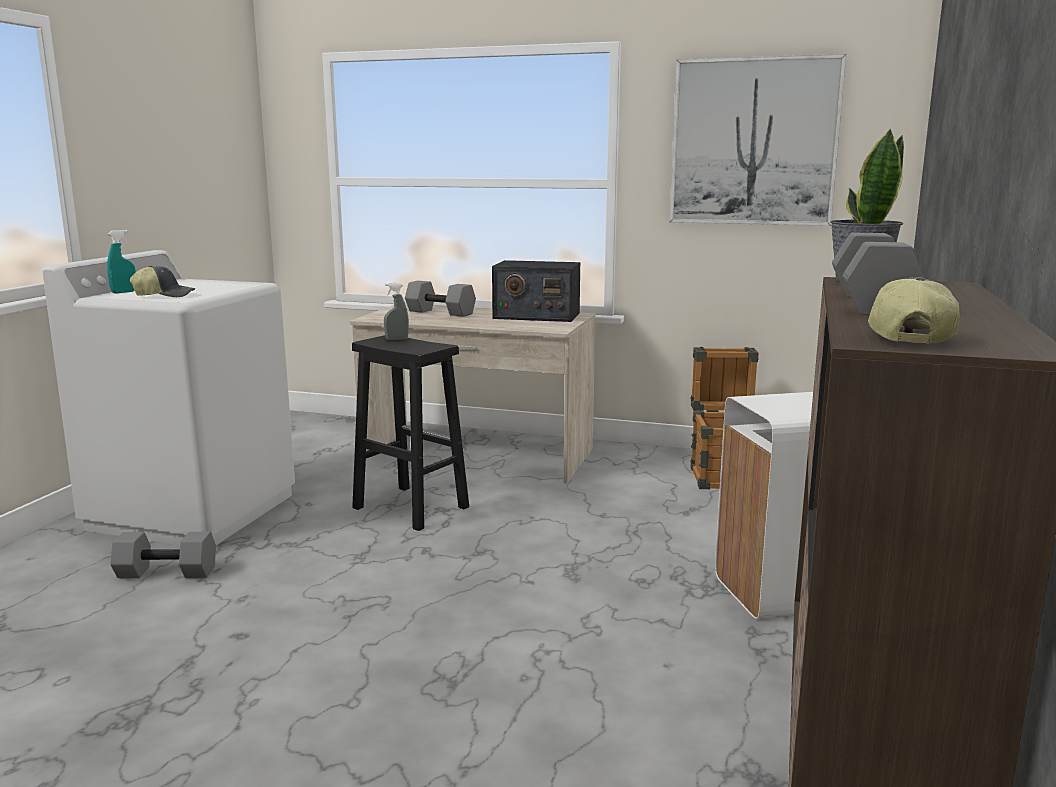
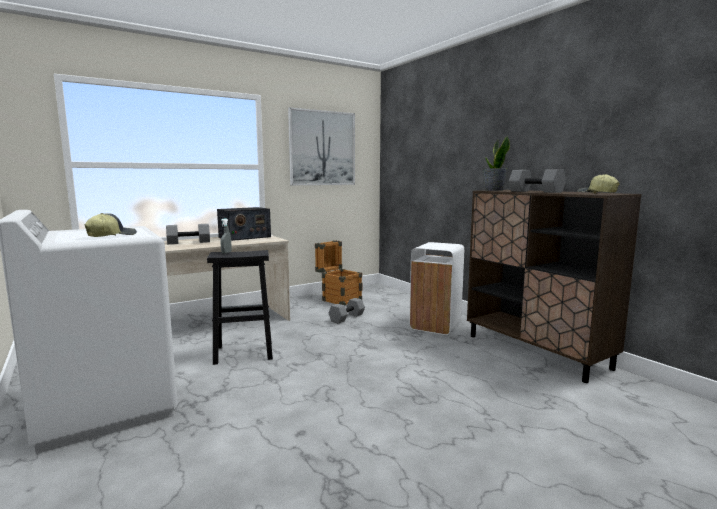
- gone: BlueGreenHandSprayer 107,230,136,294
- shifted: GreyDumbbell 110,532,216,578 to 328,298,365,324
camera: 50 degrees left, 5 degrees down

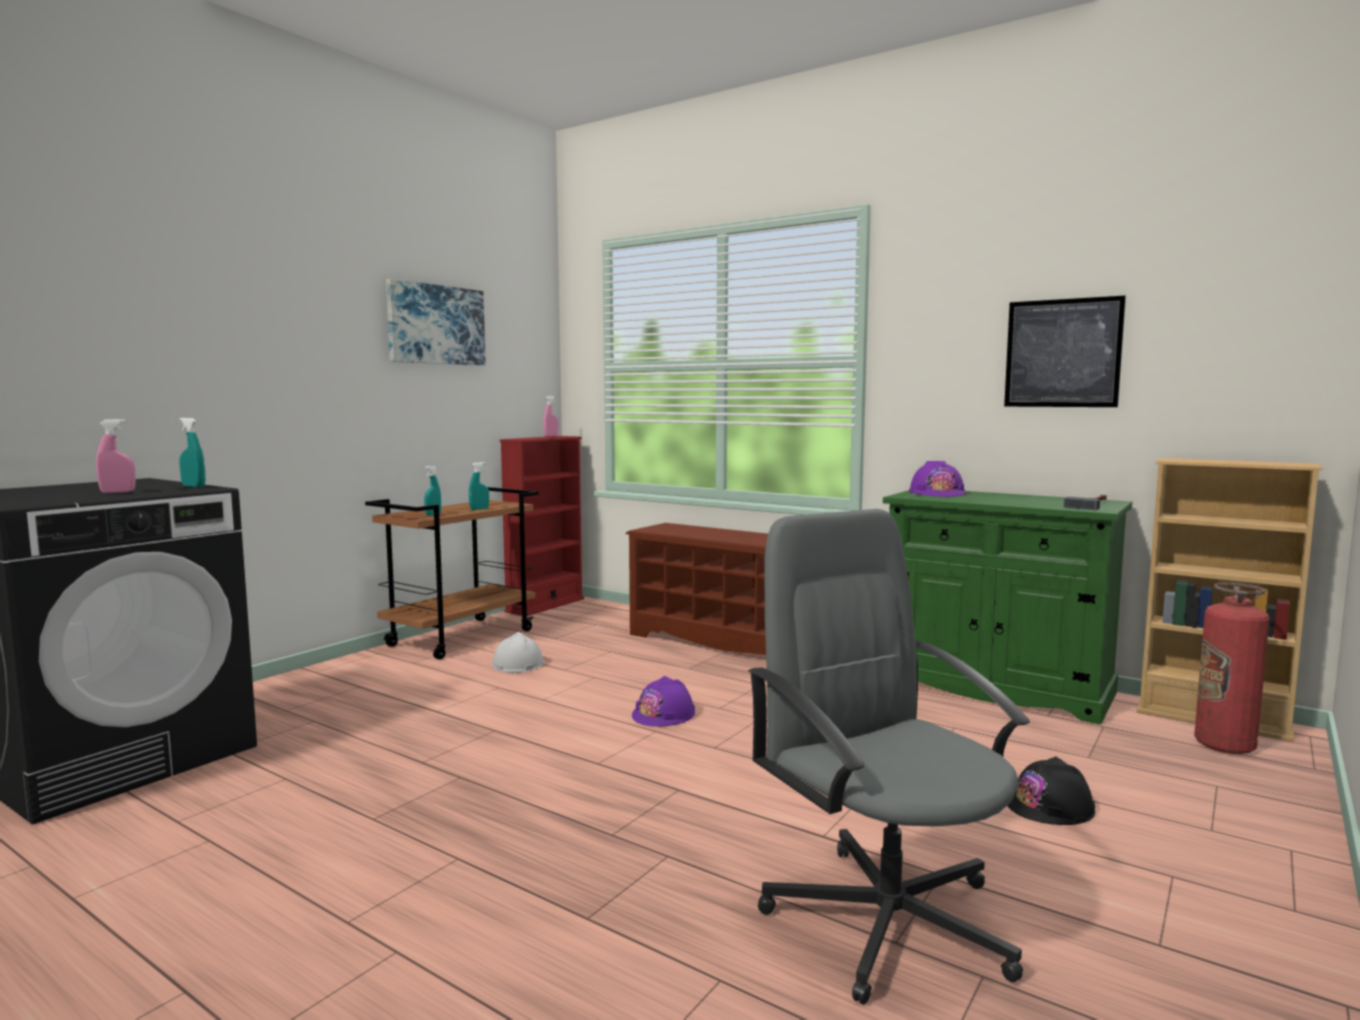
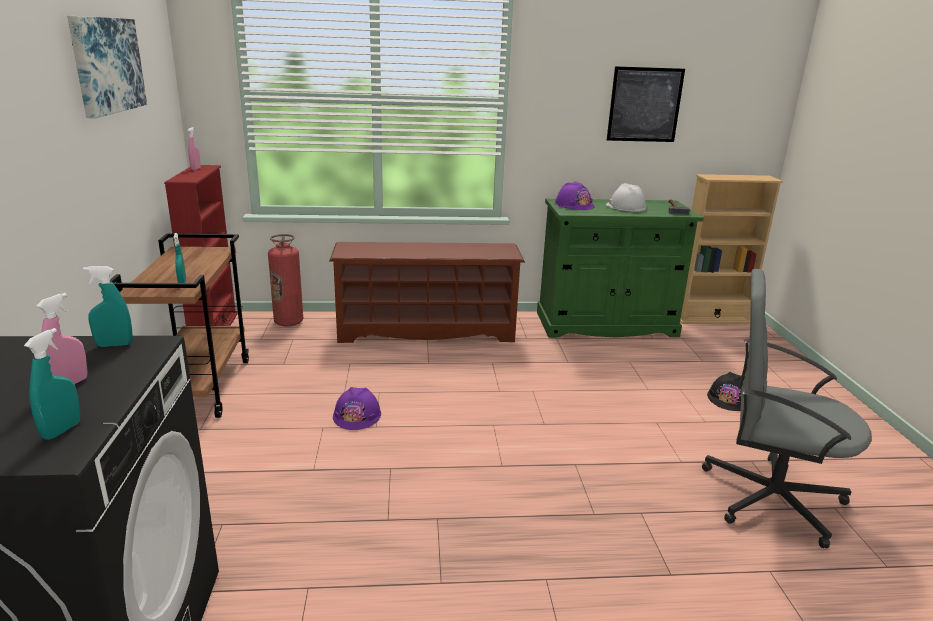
- shifted: BlueGreenHandSprayer 469,462,489,510 to 24,328,81,440
- shifted: WhiteColouredHardHat 492,632,545,673 to 606,183,647,212
- shifted: PurpleHardHat 632,676,695,727 to 333,387,381,430
- shifted: FireFightingCylinder 1194,582,1270,754 to 268,234,303,327
camera: 40 degrees left, 15 degrees up

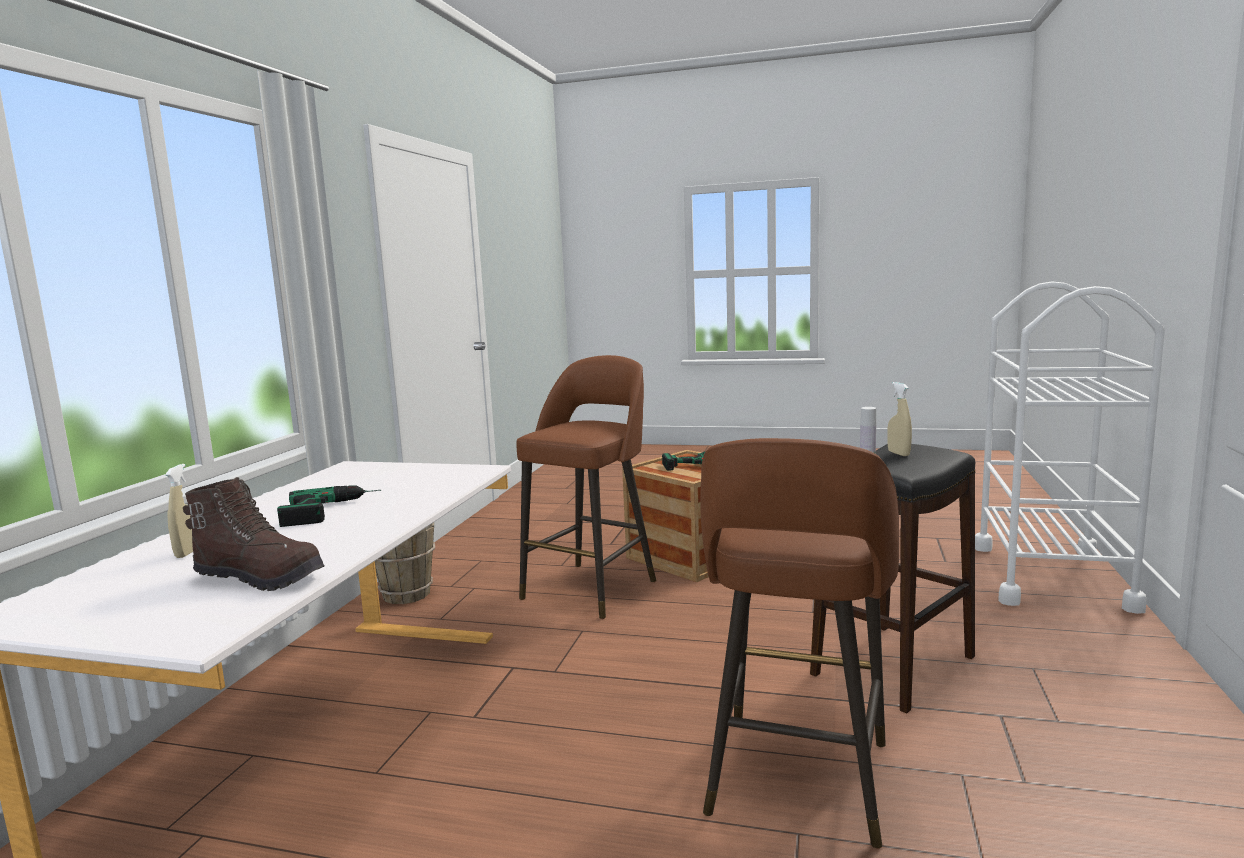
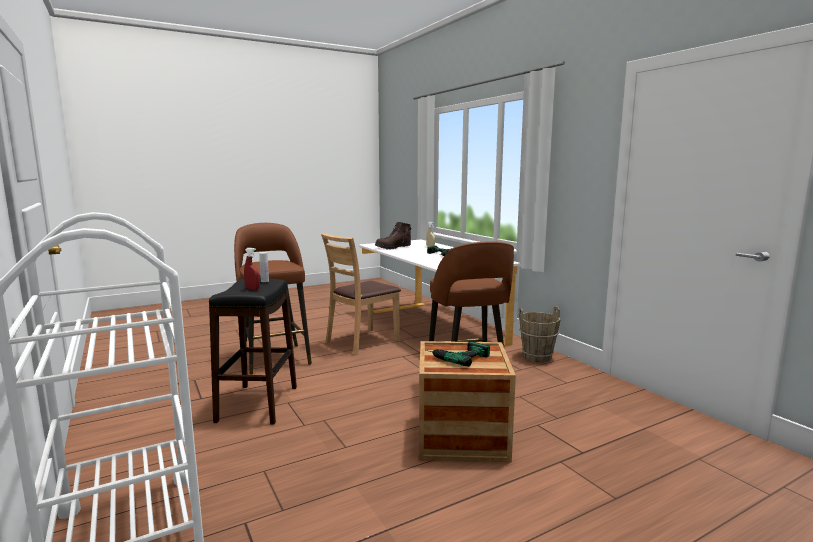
- repainted: BeigeColouredHandSprayer 887,382,912,456 to RedHandSprayer 244,248,260,290
- new: BrownishUprightChair 321,233,401,355
camera: 135 degrees right, 0 degrees up

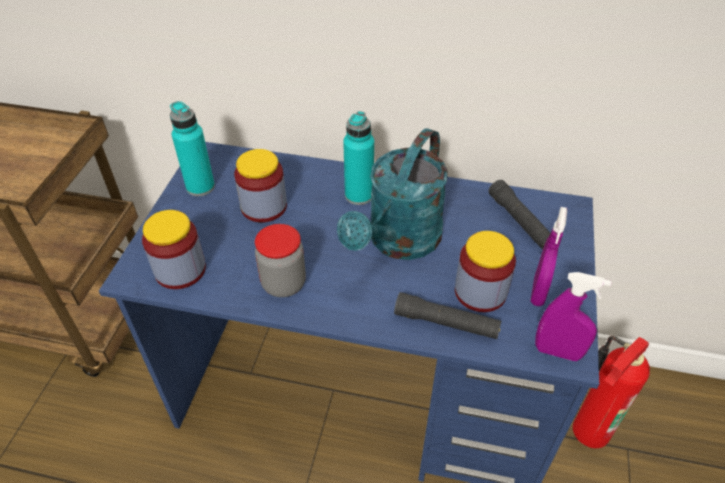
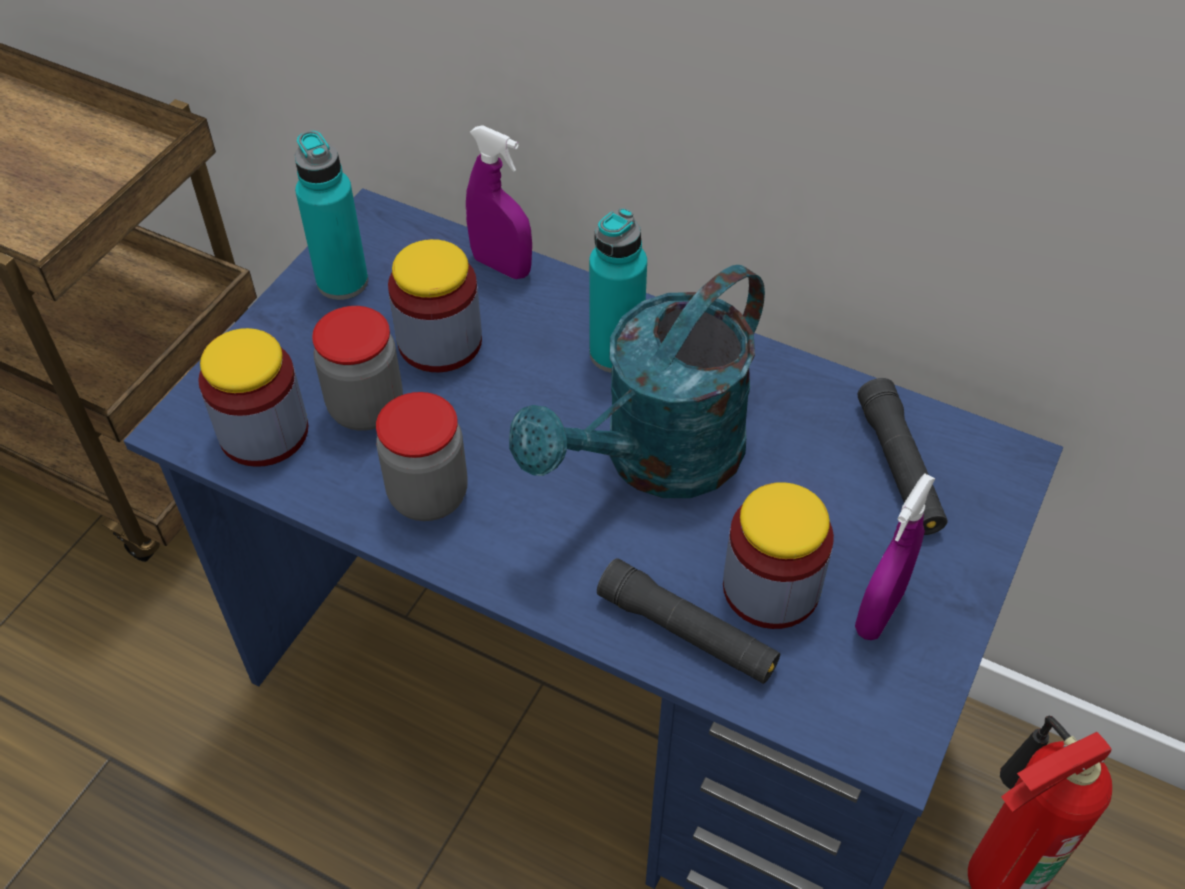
- shifted: PurpleHandSprayer 535,272,612,361 to 466,125,532,279
- new: StorageJar 312,306,403,430
camera: 15 degrees right, 5 degrees up

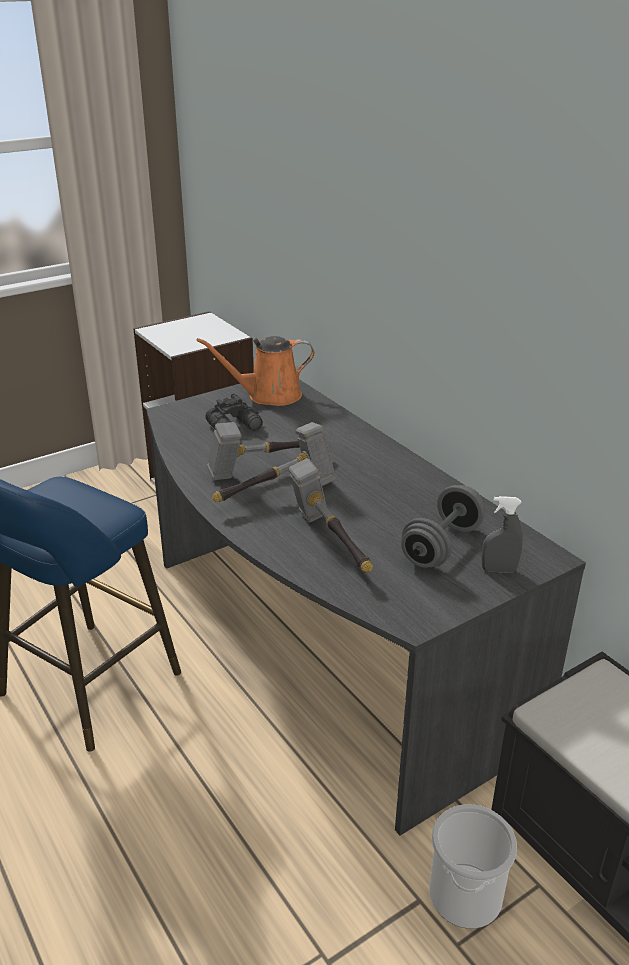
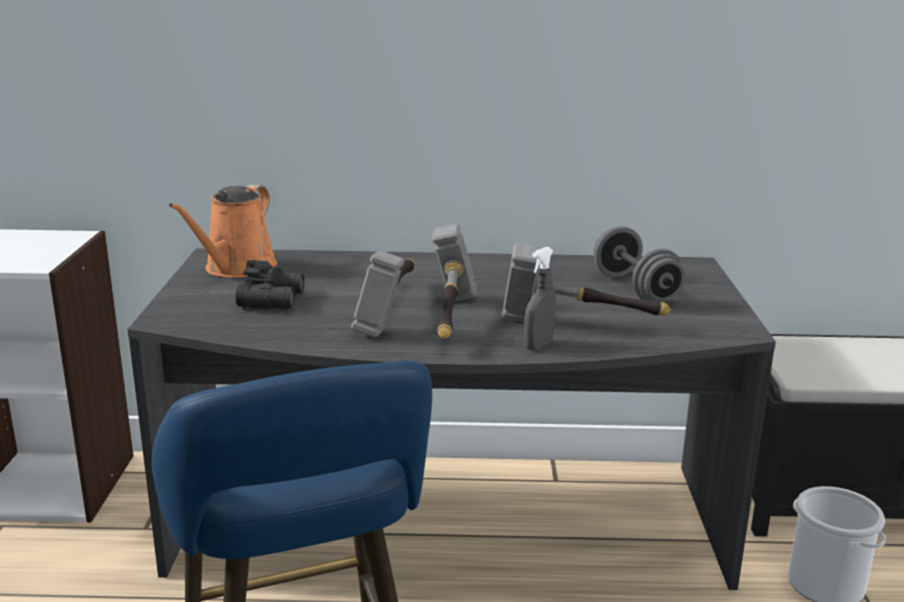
- shifted: GreyHandSprayer 482,496,523,573 to 524,247,556,350
camera: 55 degrees left, 10 degrees down

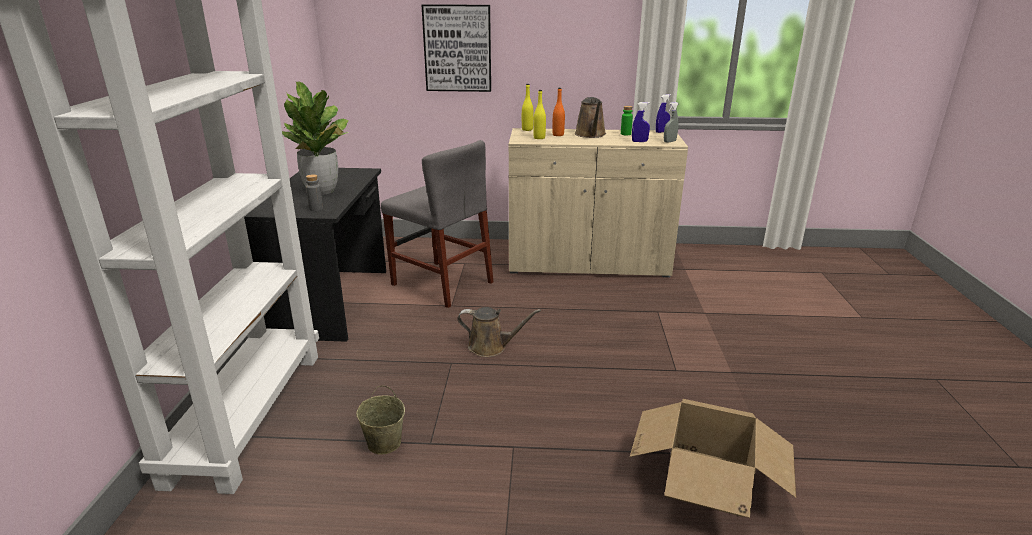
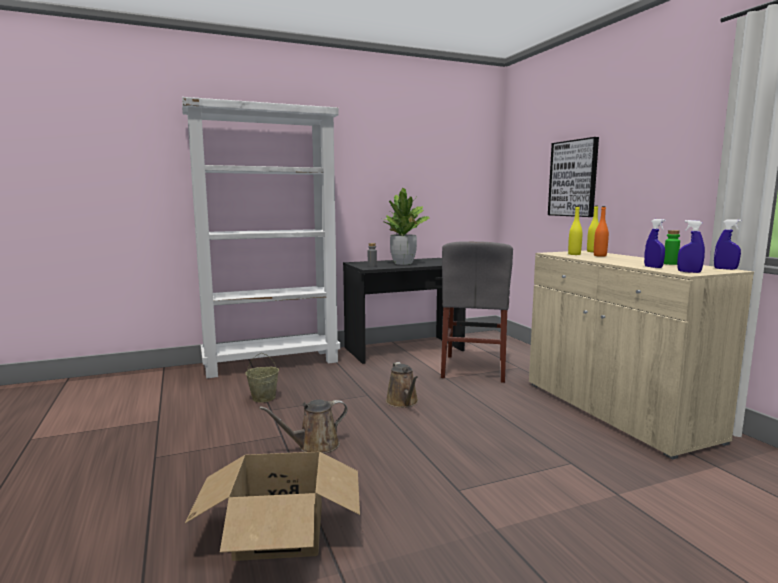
- shifted: BrownishSprinklingCan 575,97,606,138 to 259,399,348,453
- repainted: GreyHandSprayer 664,102,678,142 to BlueColouredHandSprayer 677,220,705,273
camera: 65 degrees right, 15 degrees down

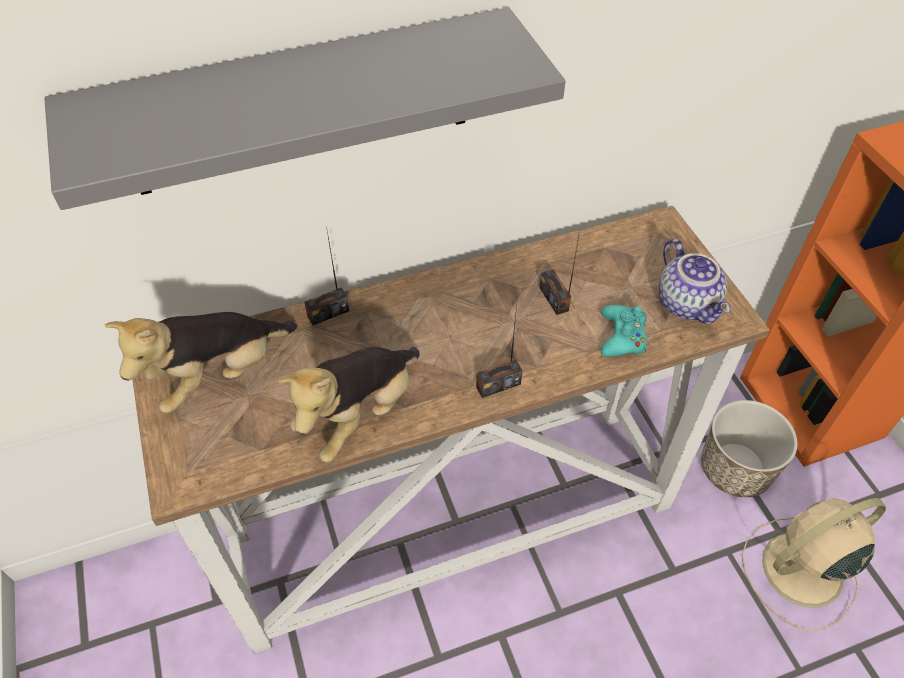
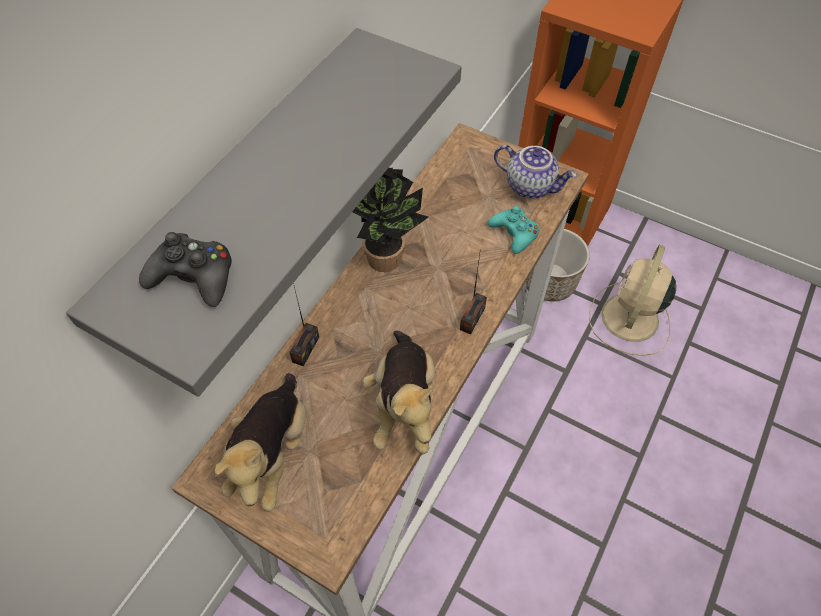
- gone: RadioReceiver 539,231,580,315
- new: BlackJoypad 139,232,231,307
- new: PlantInAPot 352,168,429,272
camera: 40 degrees left, 5 degrees up

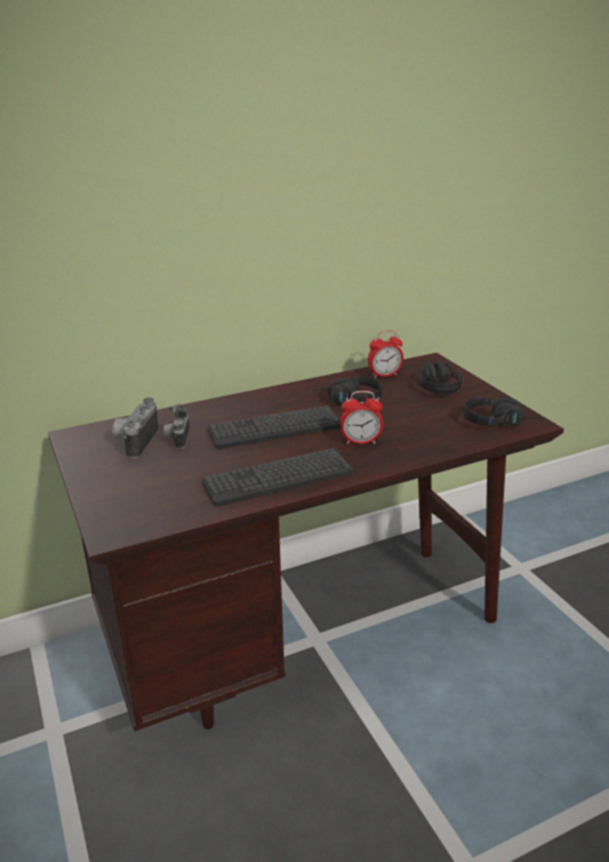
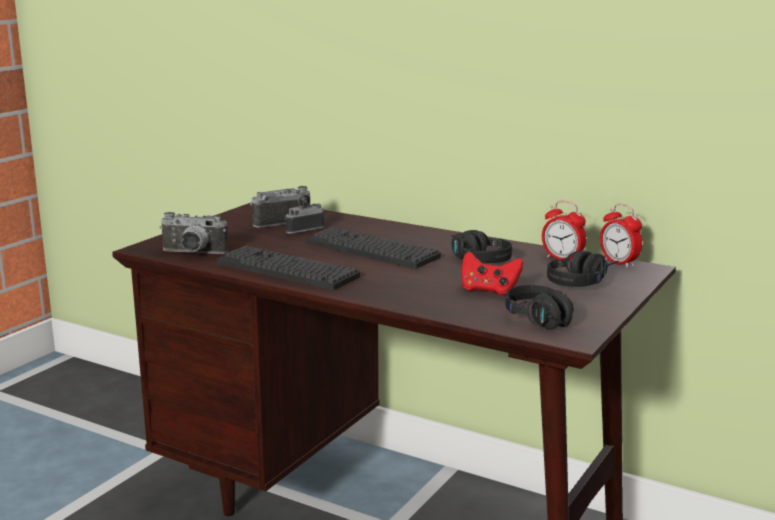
- shifted: BedsideClock 340,391,383,444 to 600,204,642,268
- new: StillCamera 160,212,228,254
- new: RedJoypad 461,251,523,296
camera: 55 degrees right, 10 degrees down

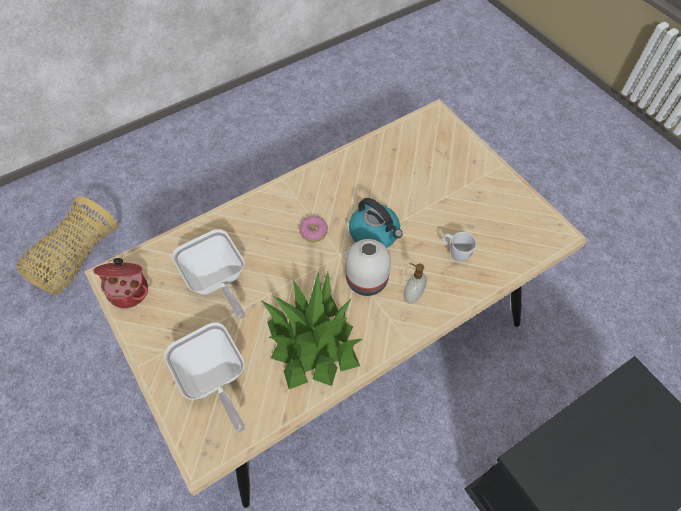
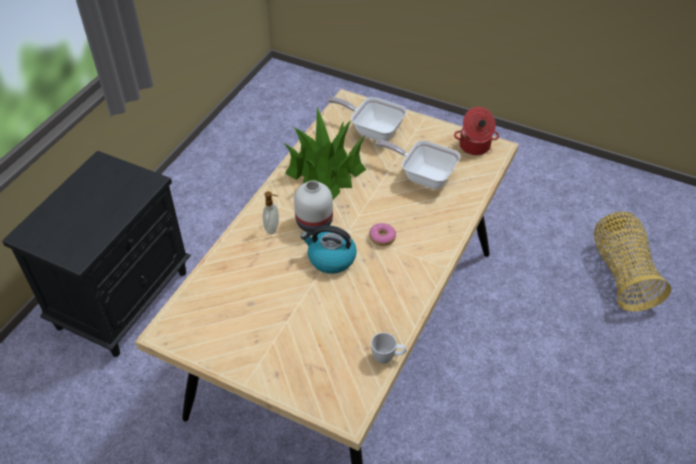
- shifted: WhiteColouredTeaMug 442,232,477,262 to 371,332,407,364
camera: 150 degrees right, 10 degrees down

